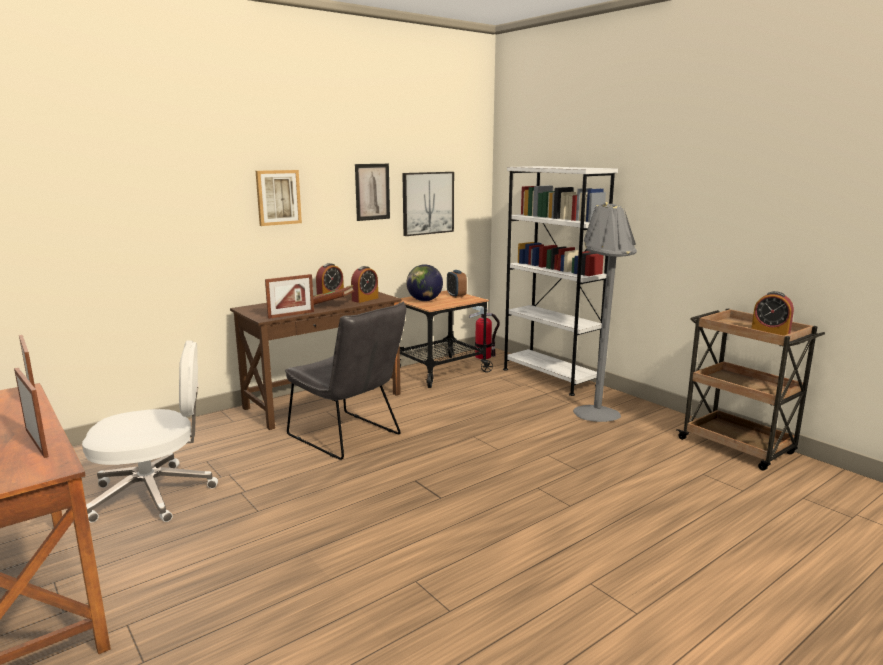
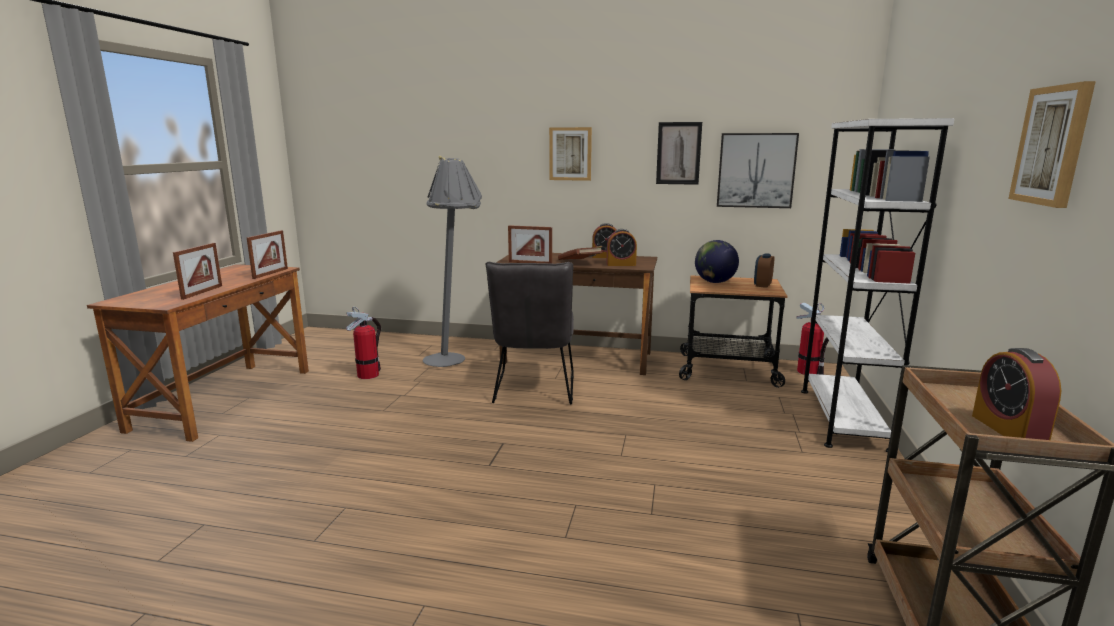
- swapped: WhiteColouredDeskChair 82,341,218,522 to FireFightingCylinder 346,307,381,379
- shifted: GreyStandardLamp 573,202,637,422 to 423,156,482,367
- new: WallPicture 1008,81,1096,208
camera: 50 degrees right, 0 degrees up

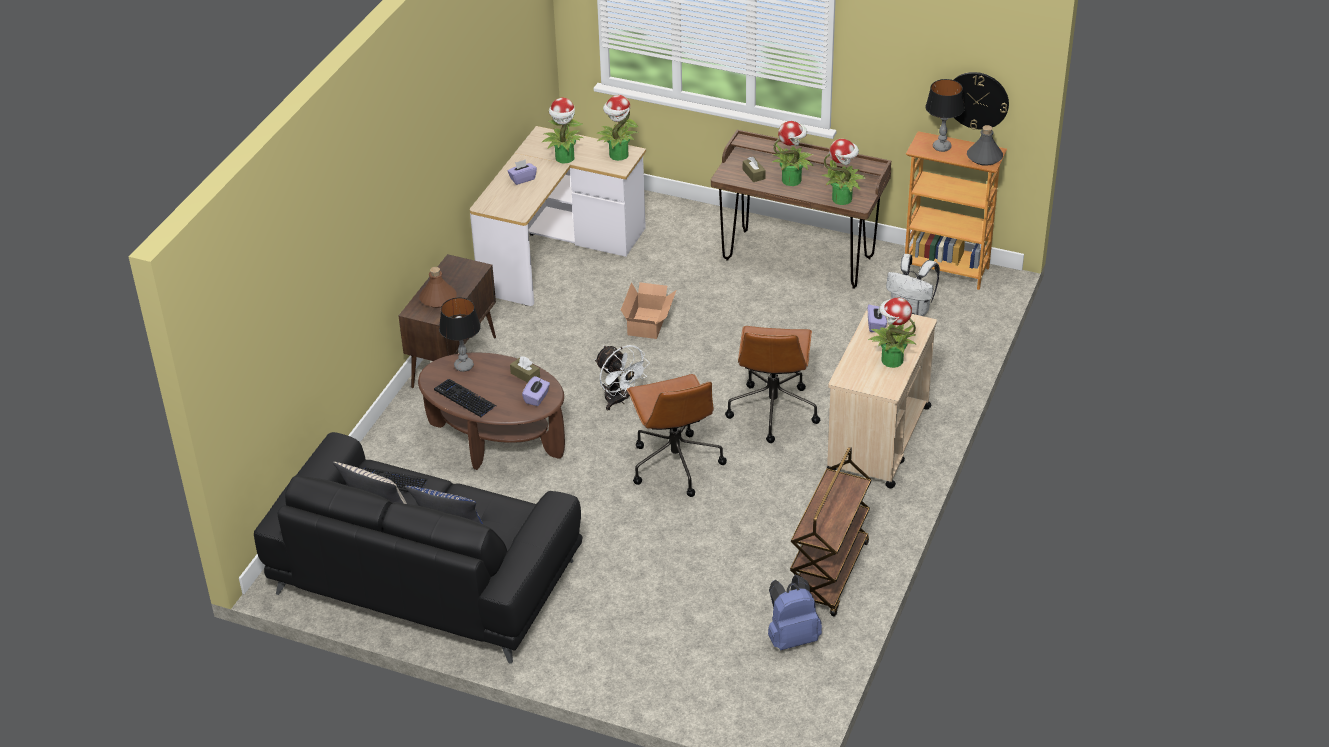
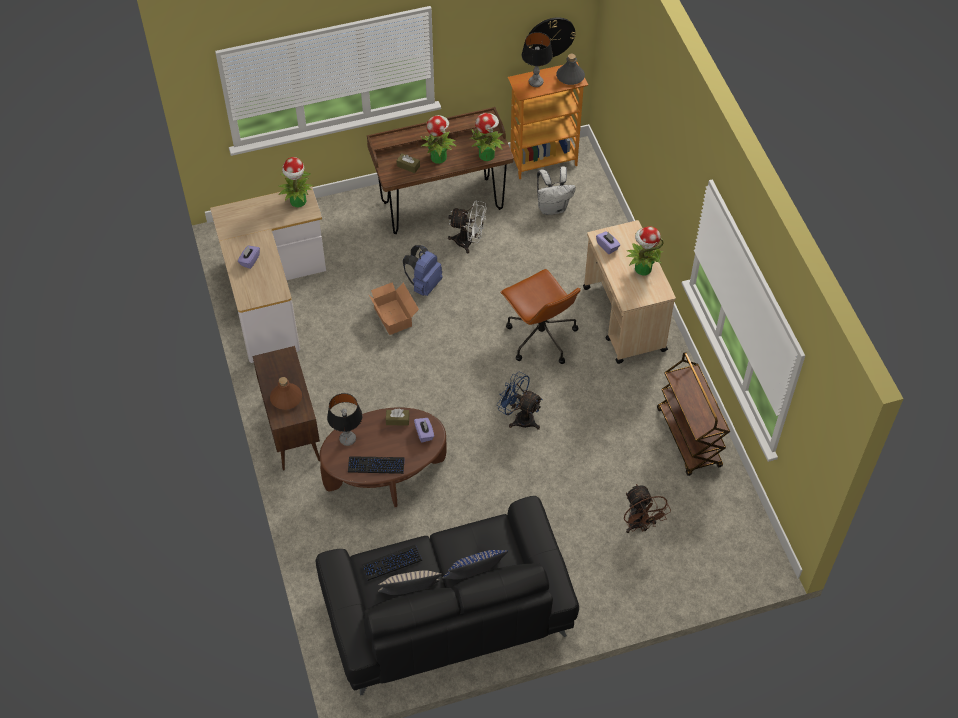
- gone: PlantInAPot 542,97,583,163
- shifted: WhiteColouredFan 594,345,650,410 to 448,201,487,253
- swapped: BrownishDeskChair 627,374,727,497 to BlueColouredFan 497,371,543,430
- shifted: BlueColouredKnapsack 768,575,822,650 to 403,245,443,296
- new: BrownishFan 624,484,671,533
camera: 40 degrees left, 15 degrees up

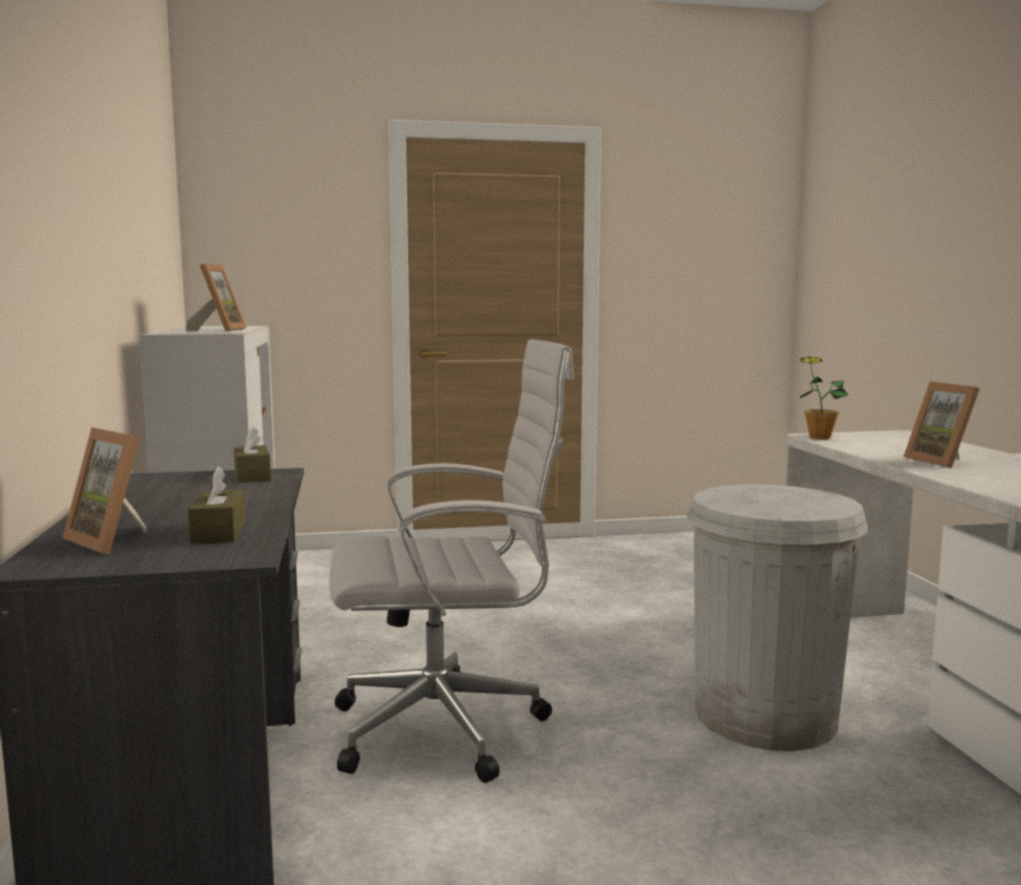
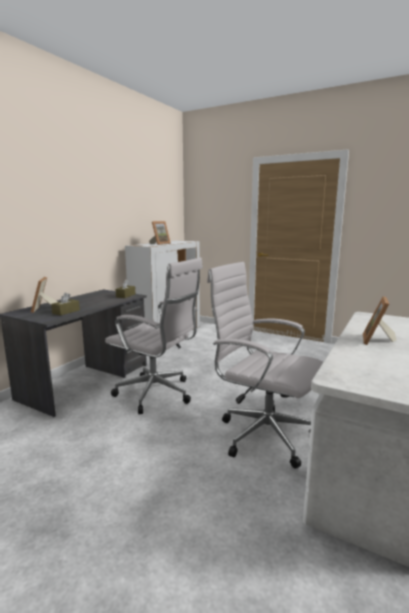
- swapped: WhiteColouredRubbishBin 687,484,868,751 to WhiteColouredDeskChair 207,262,323,468
- gone: PlantInAPot 800,357,848,439
camera: 40 degrees right, 5 degrees up

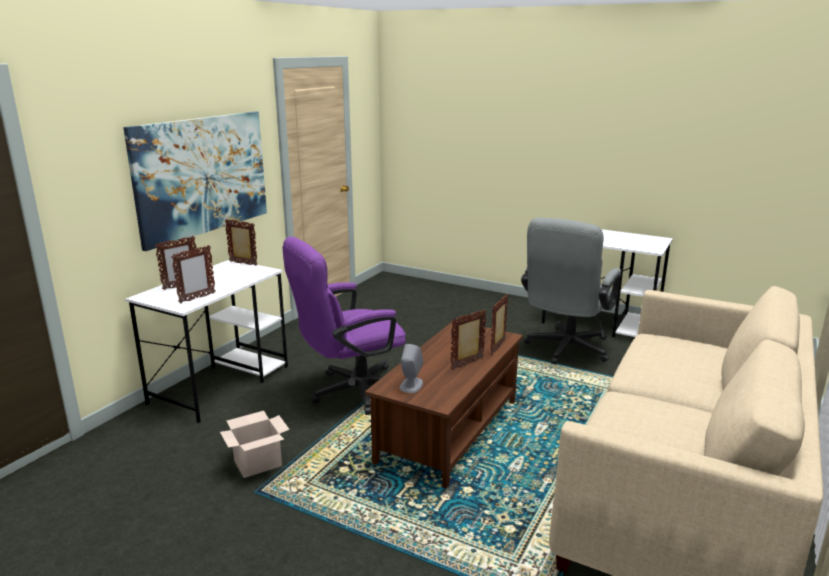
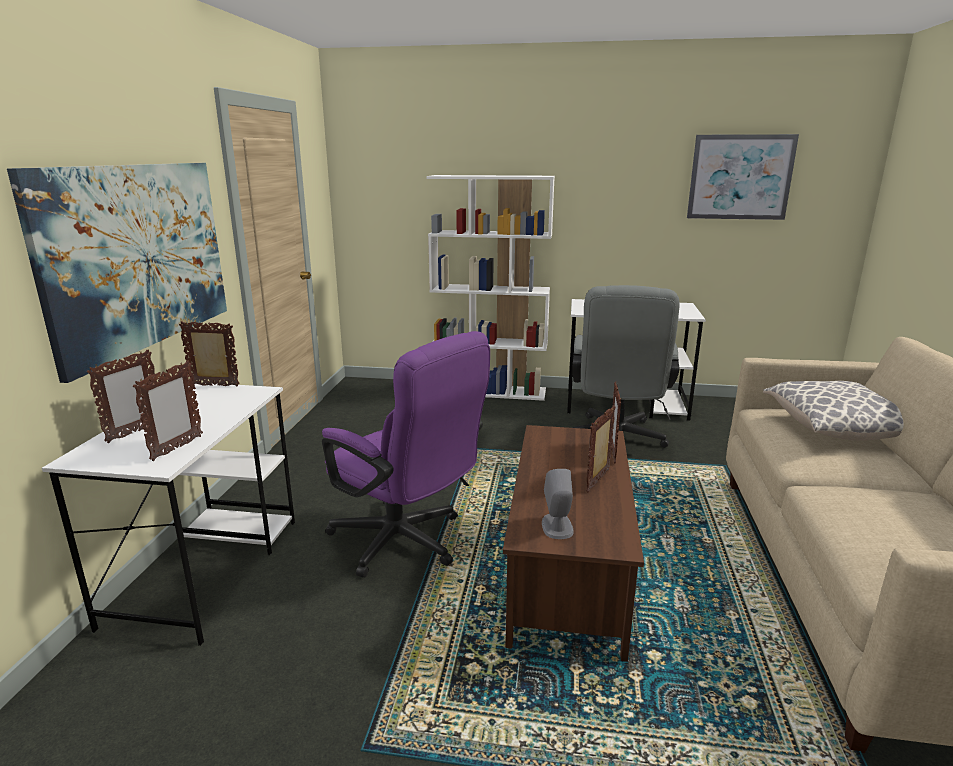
- gone: Carton 220,411,290,478
- rotated: PurpleDeskChair 283,237,406,415 = 322,331,490,578 90 degrees counterclockwise
- new: WhiteColouredShelvingUnit 426,175,555,401
- new: WallPicture 687,134,799,220
- new: Pillow 763,381,904,441
camera: 20 degrees left, 0 degrees up

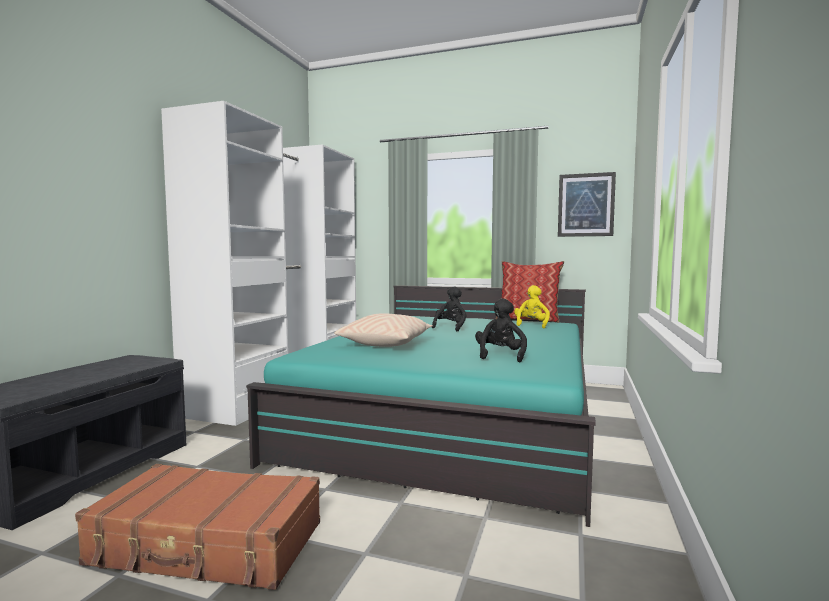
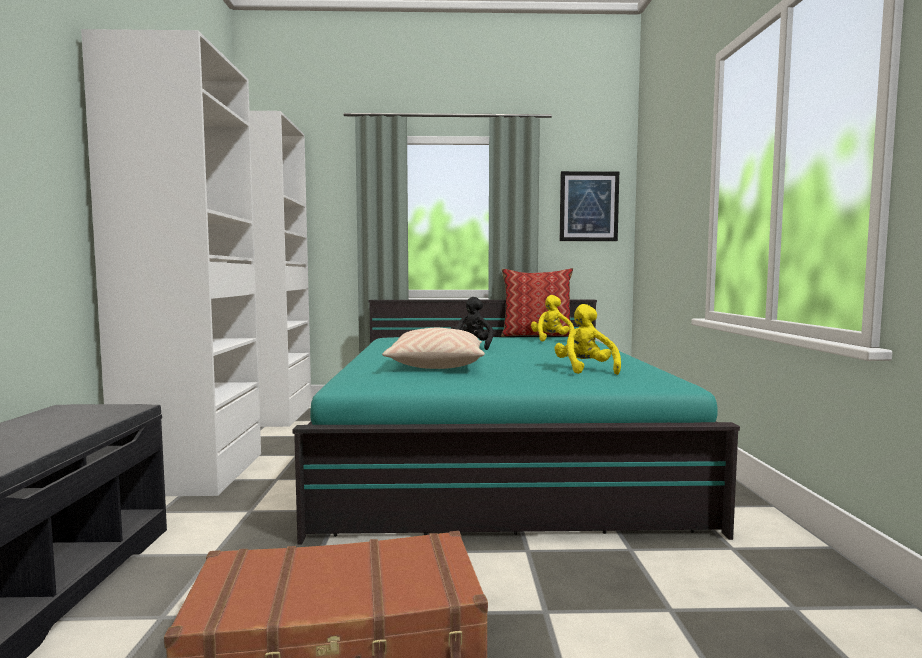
- repainted: BlackPlushToy 475,298,527,363 to YellowPlushToy 554,304,621,375
camera: 20 degrees left, 0 degrees up

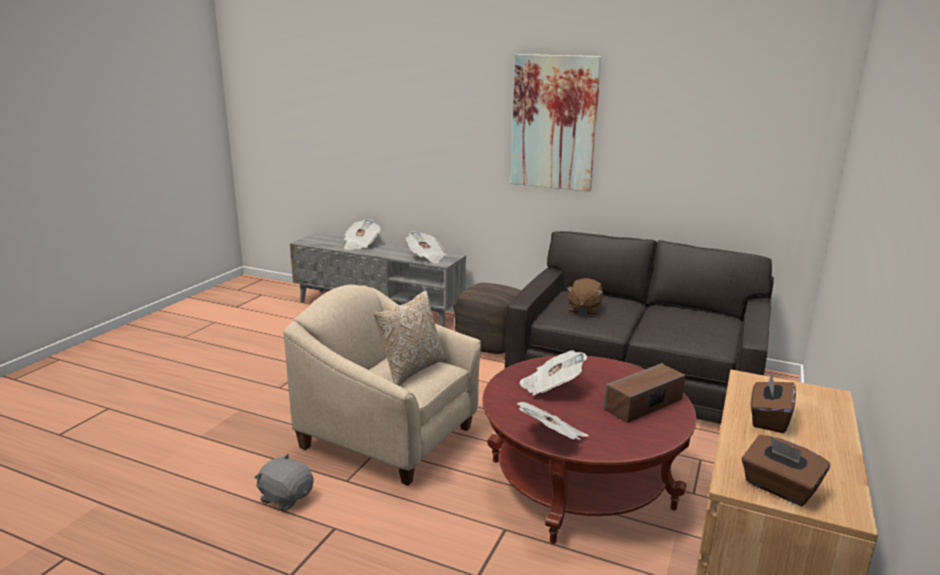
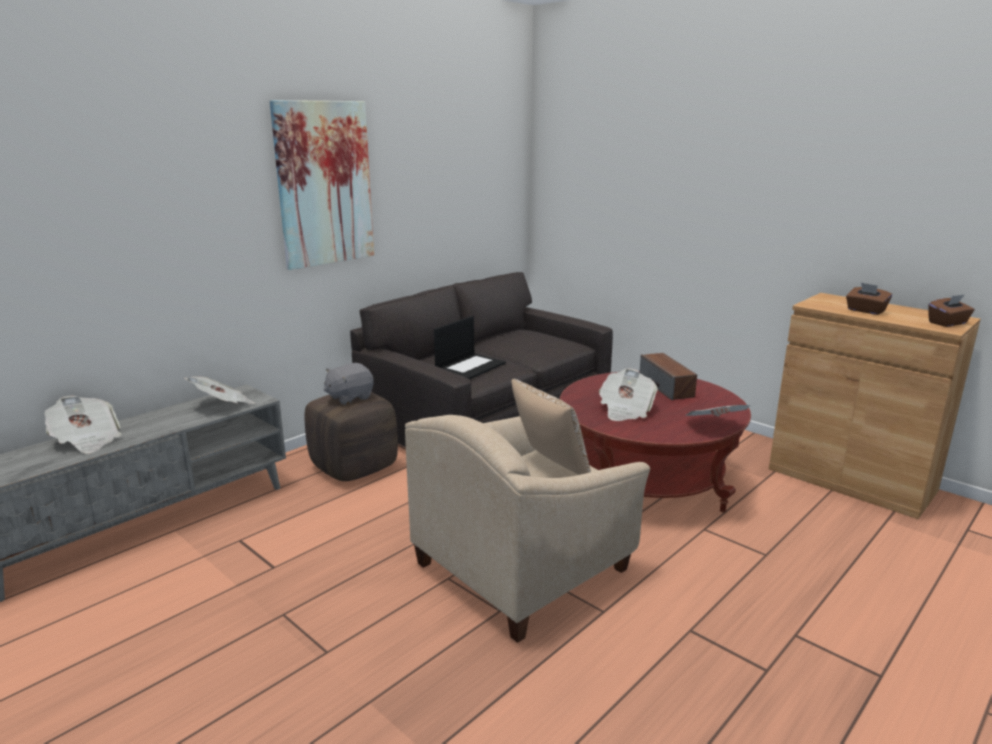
- shifted: GreyPlushToy 255,454,314,512 to 324,363,374,405
- swapped: BrownishPlushToy 567,278,603,316 to Laptop 434,316,506,379
camera: 70 degrees left, 0 degrees up

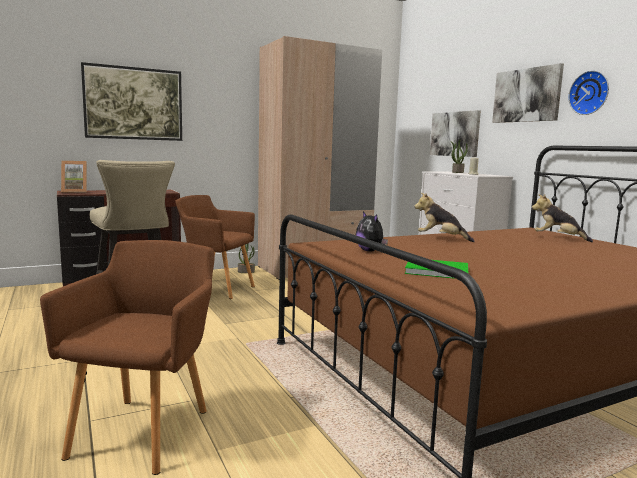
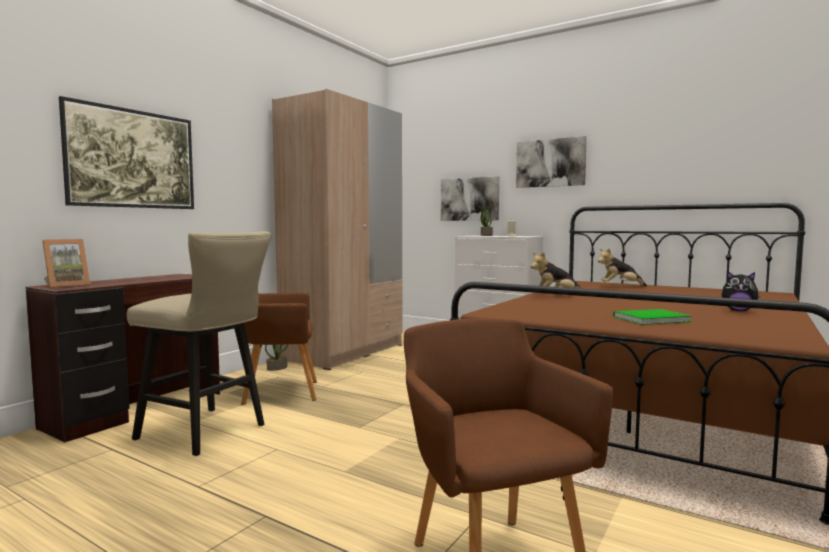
- shifted: PlushToy 356,212,388,251 to 722,271,760,311
- gone: HangingClock 569,71,609,115
camera: 30 degrees left, 5 degrees down

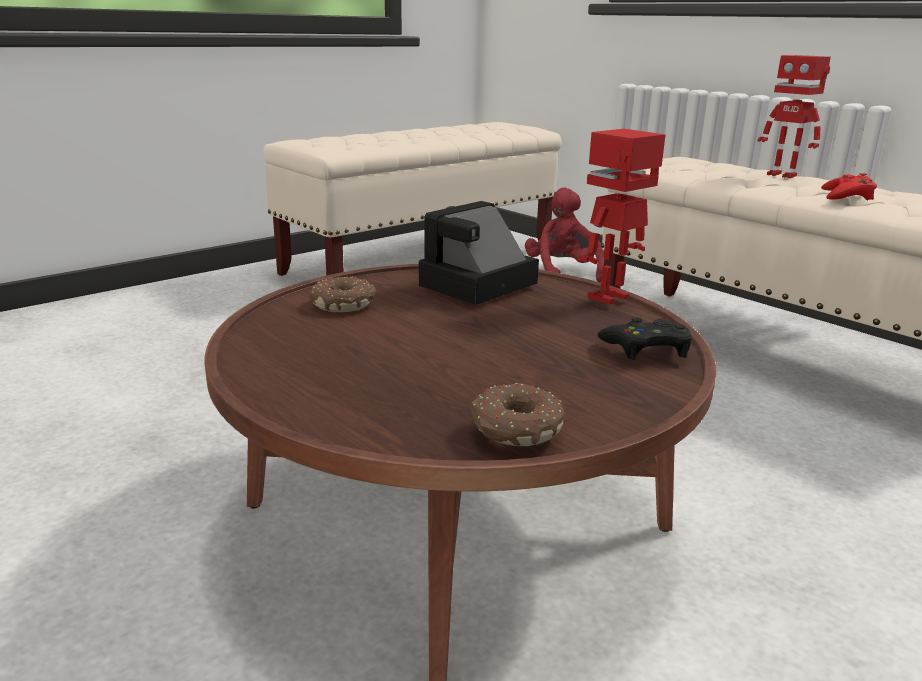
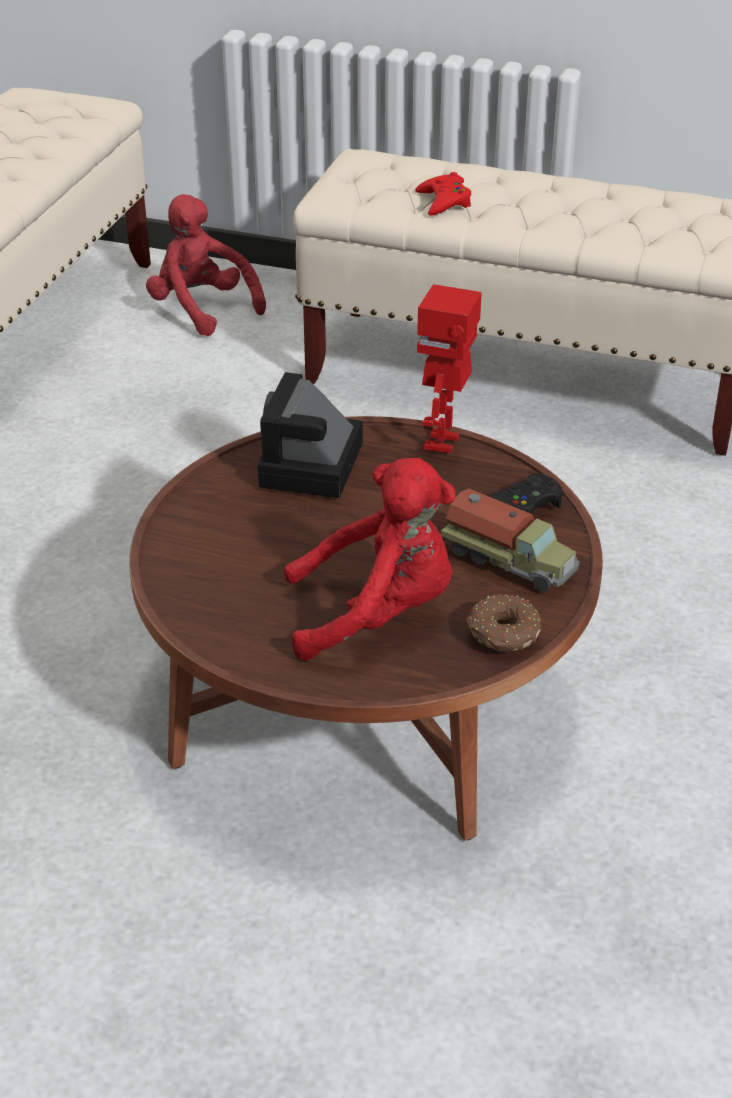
- gone: Donut 309,276,376,312
- gone: ModelRobot 758,55,831,178
- shifted: RedJoypad 821,173,877,201 to 415,172,471,215
- new: RedPlushToy 284,458,456,661
- new: ToyLorry 441,489,580,592
camera: 30 degrees left, 15 degrees up

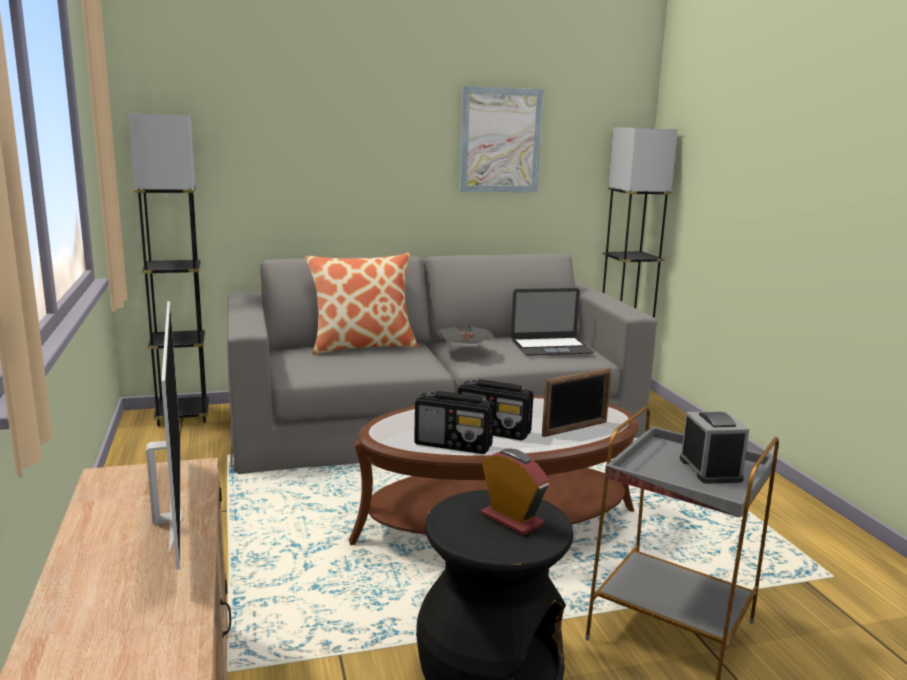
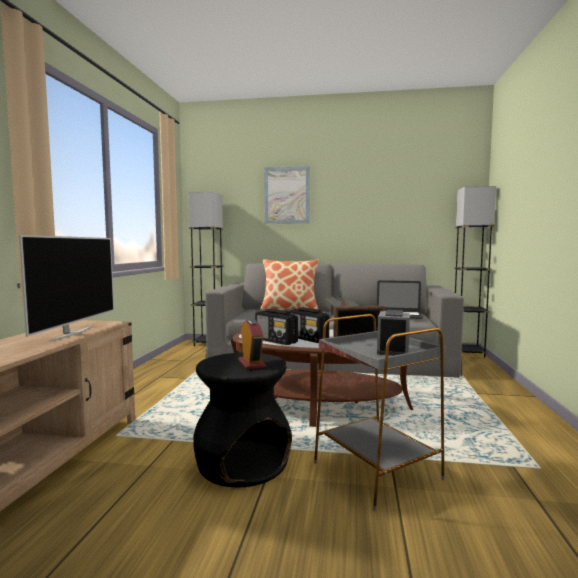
- shifted: WallPicture 459,86,544,192 to 264,166,310,224
camera: 25 degrees right, 10 degrees down

